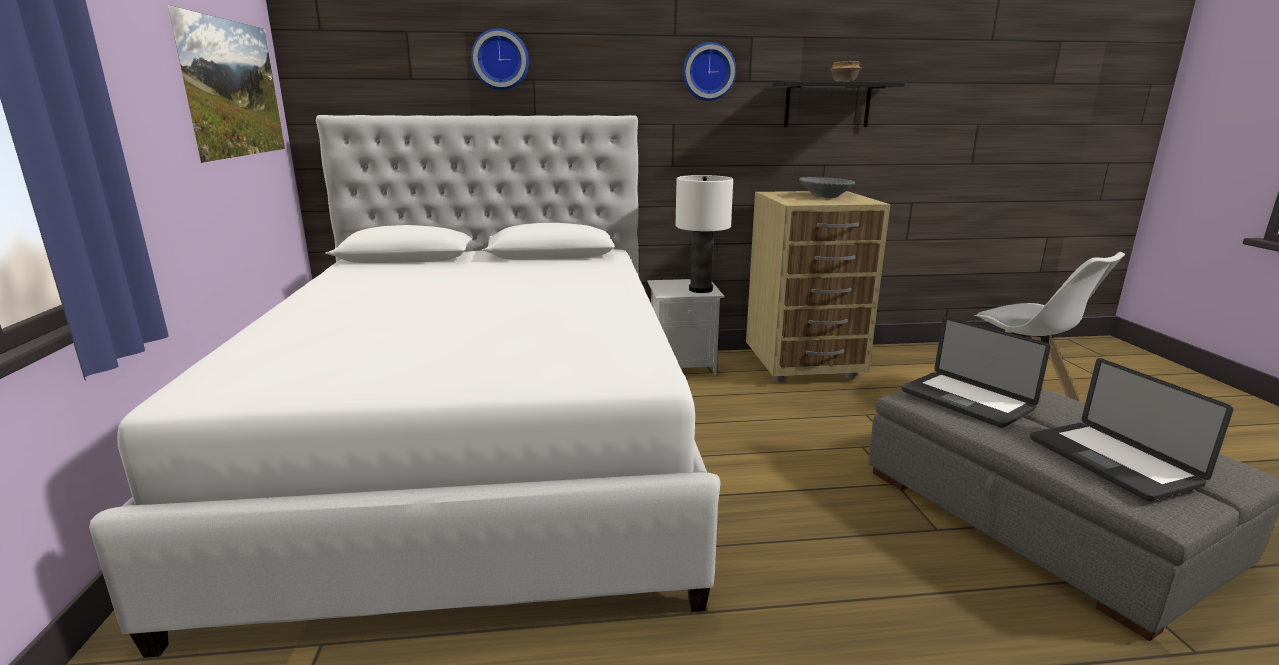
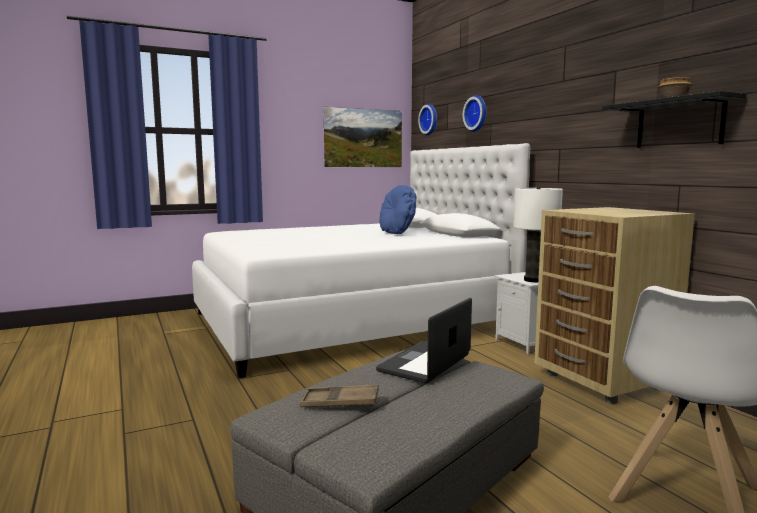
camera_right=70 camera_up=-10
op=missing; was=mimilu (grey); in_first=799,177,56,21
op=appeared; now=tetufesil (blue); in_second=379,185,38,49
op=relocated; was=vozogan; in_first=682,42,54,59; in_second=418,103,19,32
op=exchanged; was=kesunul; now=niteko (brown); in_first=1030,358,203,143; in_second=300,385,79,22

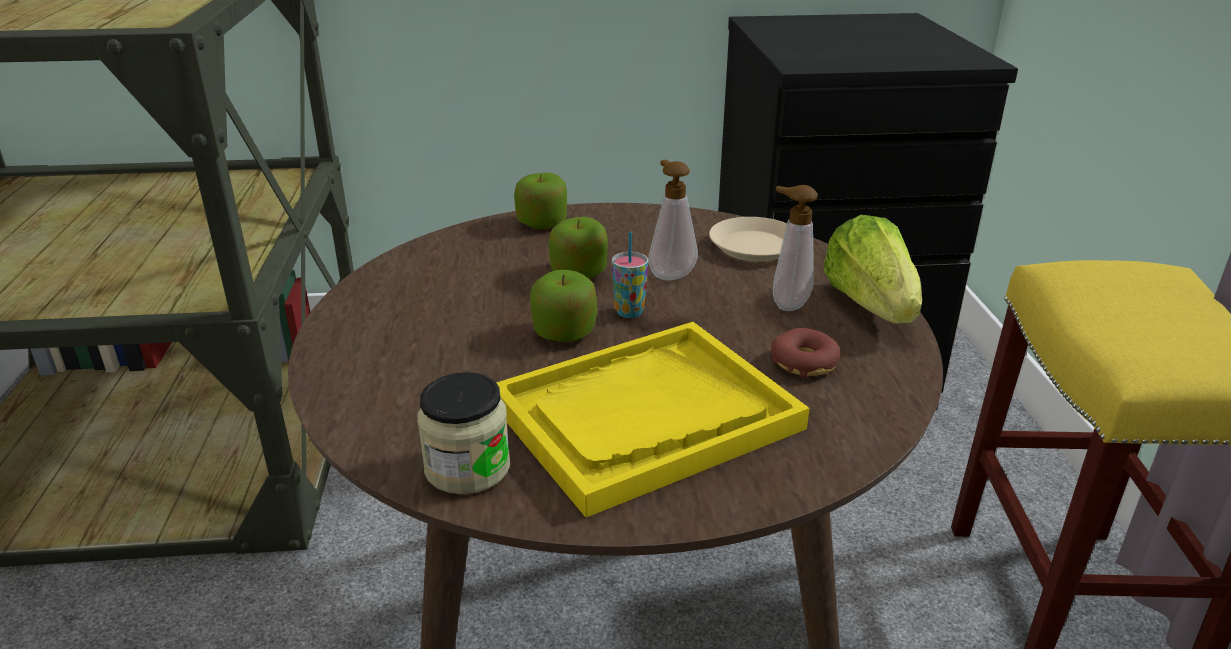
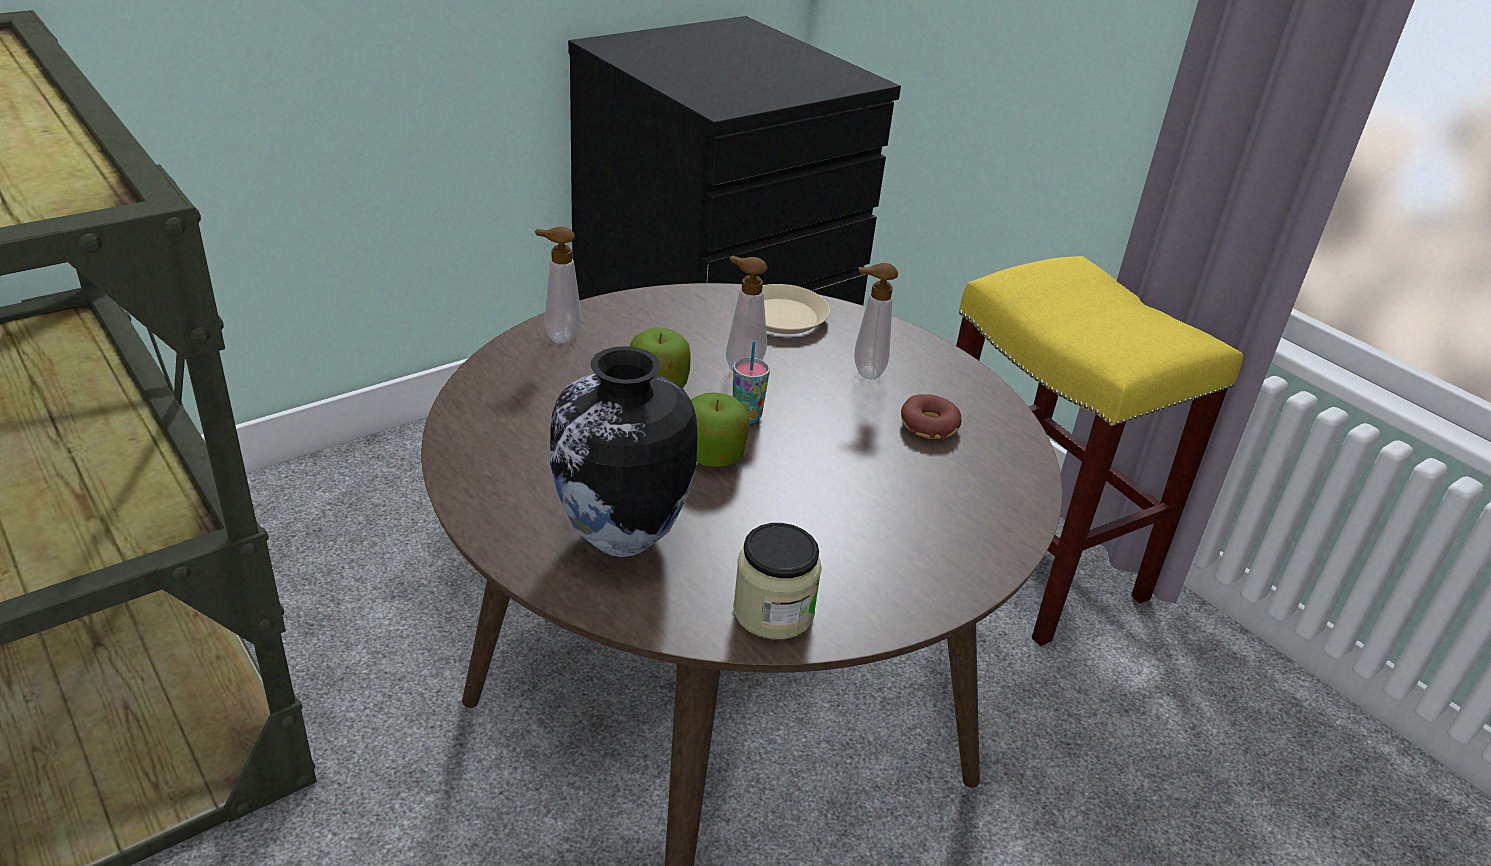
camera_right=-35 camera_up=5
op=missing; was=niteko (yellow); in_first=496,322,314,196
op=missing; was=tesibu; in_first=823,215,99,109
op=appeared; now=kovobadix; in_second=550,346,147,211
op=exchanged; was=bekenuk; now=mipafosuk; in_first=514,173,53,56; in_second=535,227,46,116

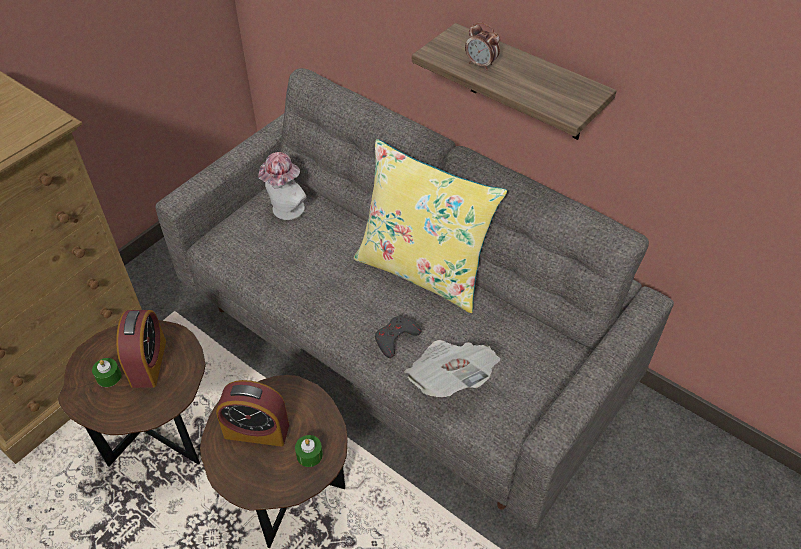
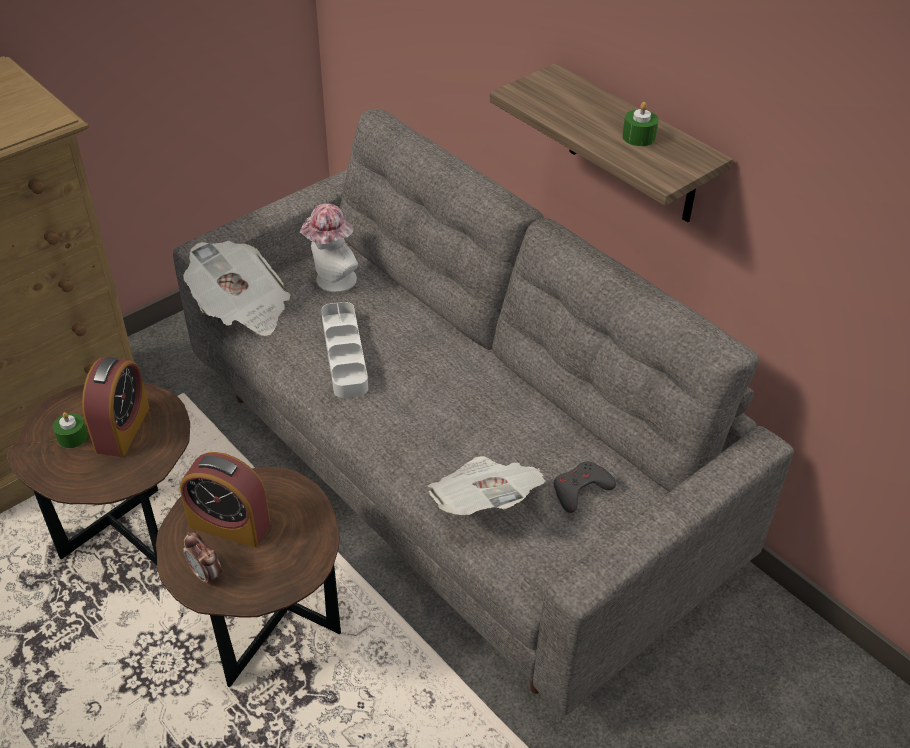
camera_right=10 camera_up=-5
op=missing; was=tetufesil (yellow); in_first=354,139,153,174
op=appeared; now=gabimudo; in_second=183,241,108,95
op=appeared; now=niteko (grey); in_second=321,302,47,96
op=relocated; was=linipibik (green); in_first=295,435,28,32; in_second=622,102,37,44
op=relocated; was=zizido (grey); in_first=375,316,46,42; in_second=554,461,62,52
op=relocated; was=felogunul; in_first=465,22,35,48; in_second=183,532,39,54

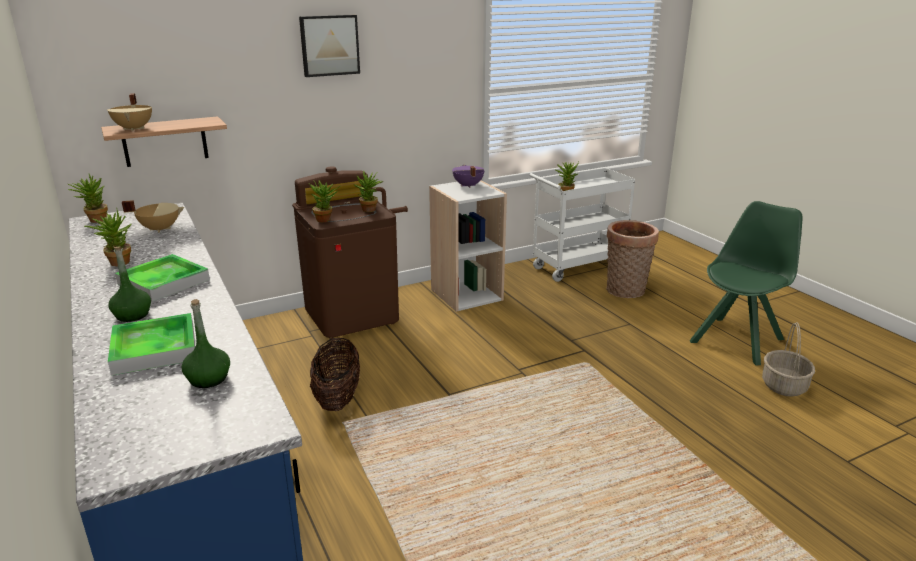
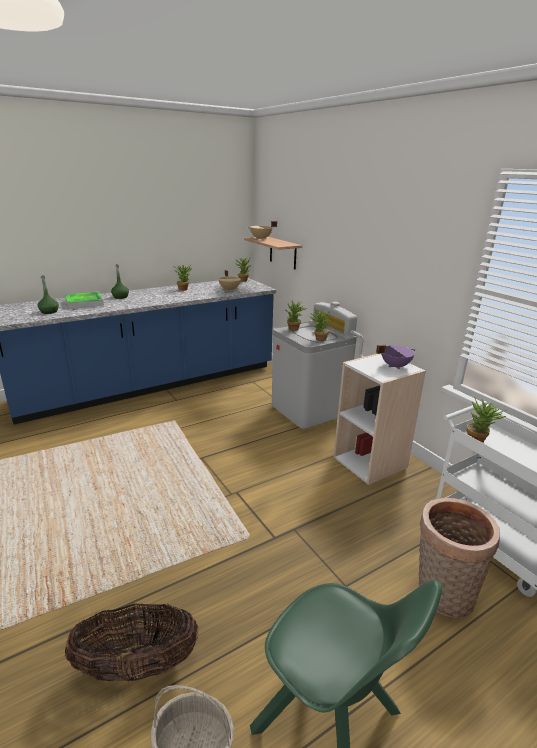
camera_right=85 camera_up=0
op=missing; was=niteko; in_first=115,254,95,48
op=missing; was=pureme; in_first=299,15,61,62
op=relocated; was=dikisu; in_first=310,338,50,73; in_second=65,604,134,77
op=colour; was=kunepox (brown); now=kunepox (grey); in_first=292,166,116,173; in_second=272,302,93,127

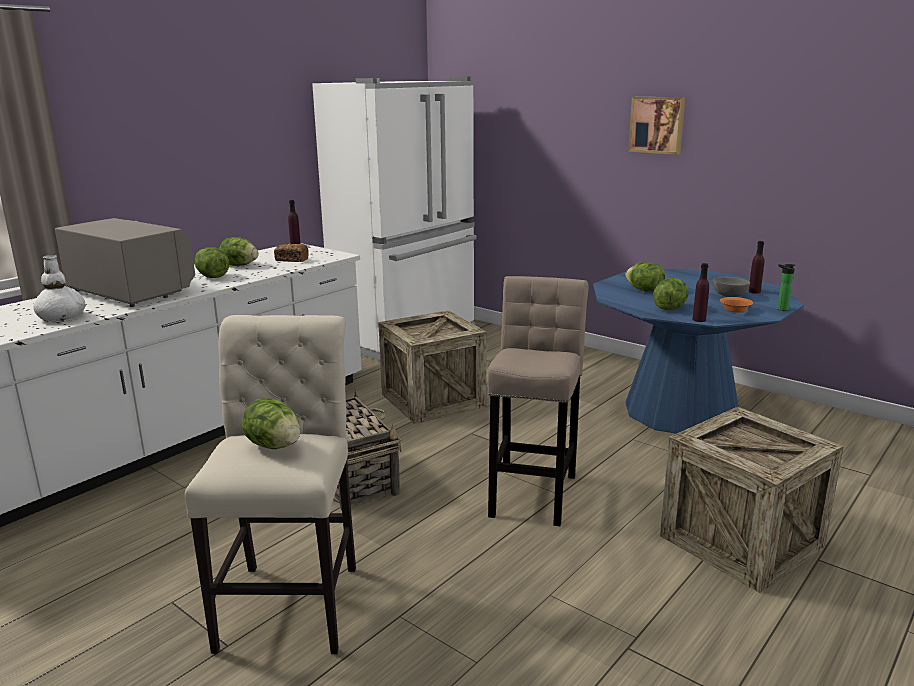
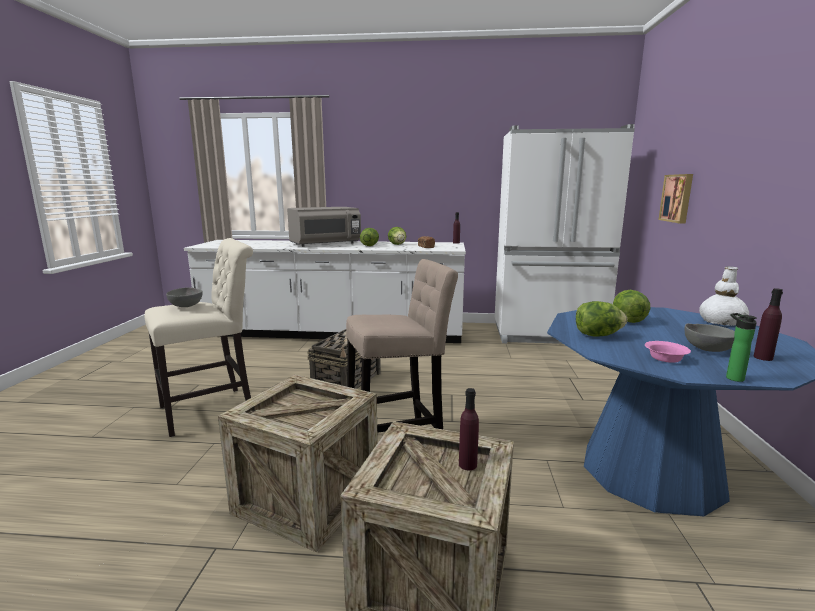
camera_right=55 camera_up=-5
op=relocated; was=kovobadix (white); in_first=33,255,53,67; in_second=699,266,50,60
op=relocated; was=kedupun; in_first=378,310,109,114; in_second=218,374,160,179
op=relocated; was=pureme; in_first=628,97,57,58; in_second=658,174,35,50
op=relocated; was=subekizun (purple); in_first=692,263,17,59; in_second=459,388,20,82
op=exchanged; was=tesibu; now=mimilu (grey); in_first=242,398,58,51; in_second=166,287,37,20
op=colour; was=mimilu (orange); now=mimilu (pink); in_first=720,297,33,16; in_second=645,341,46,22
op=spun; was=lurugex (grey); in_first=55,218,140,89; in_second=287,207,74,40; clockwise=60

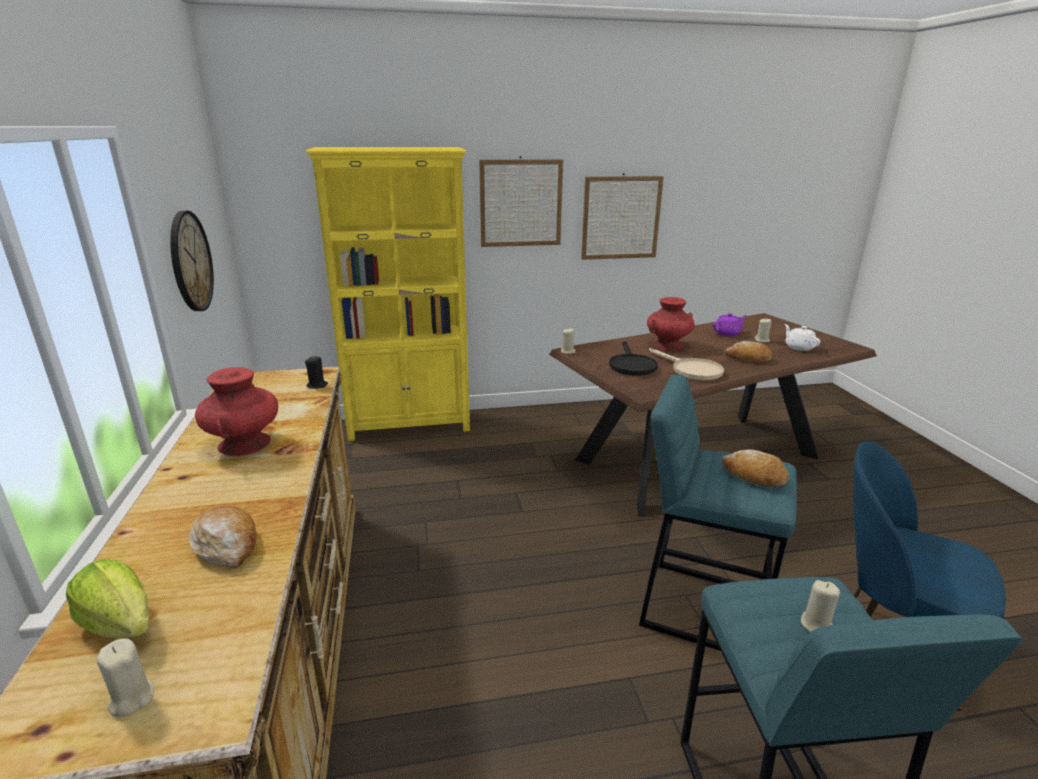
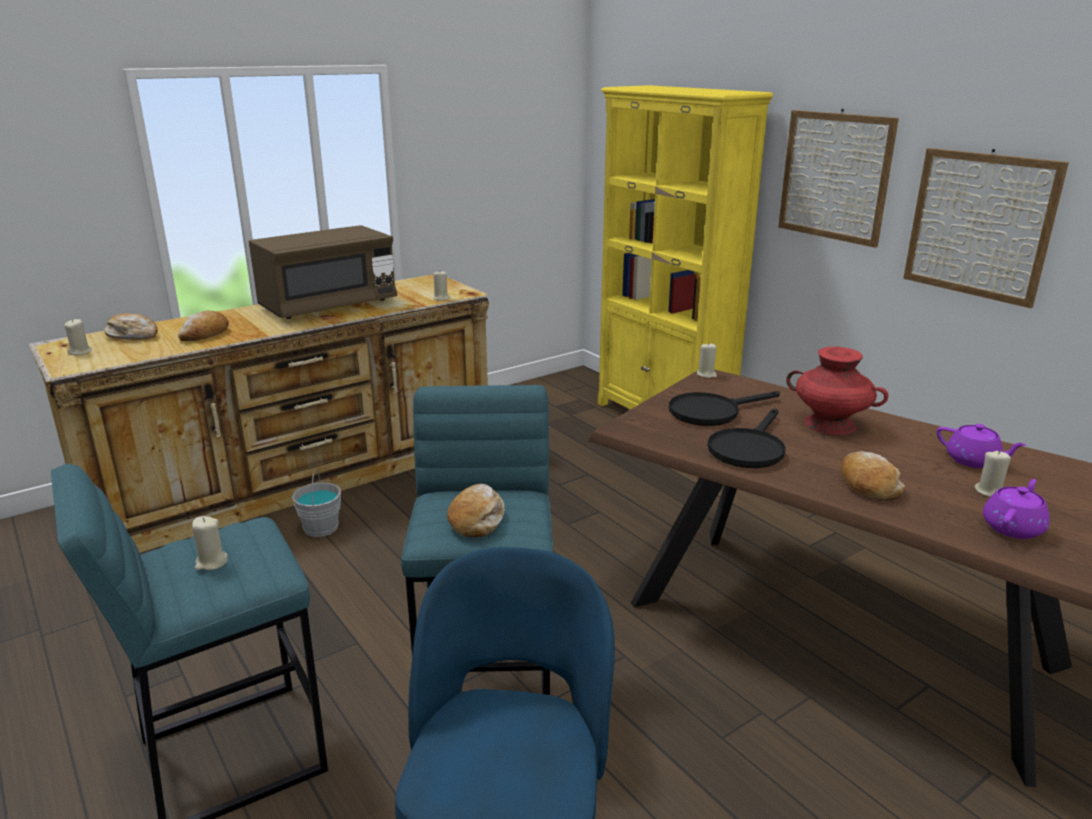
camera_right=65 camera_up=0
op=missing; was=vozogan; in_first=170,211,44,100
op=appeared; now=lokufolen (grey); in_second=292,469,49,68
op=exchanged; was=tesibu; now=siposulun; in_first=66,559,83,79; in_second=104,313,54,27
op=exchanged; was=kovobadix (red); now=lurugex (brown); in_first=195,367,83,89; in_second=249,225,148,94
op=colour; was=linipibik (black); now=linipibik (beige); in_first=305,356,23,33; in_second=433,272,17,29
op=colour; was=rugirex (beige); now=rugirex (black); in_first=649,348,75,32; in_second=707,408,79,60
op=colour; was=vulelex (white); now=vulelex (purple); in_first=784,324,36,27; in_second=983,479,67,60

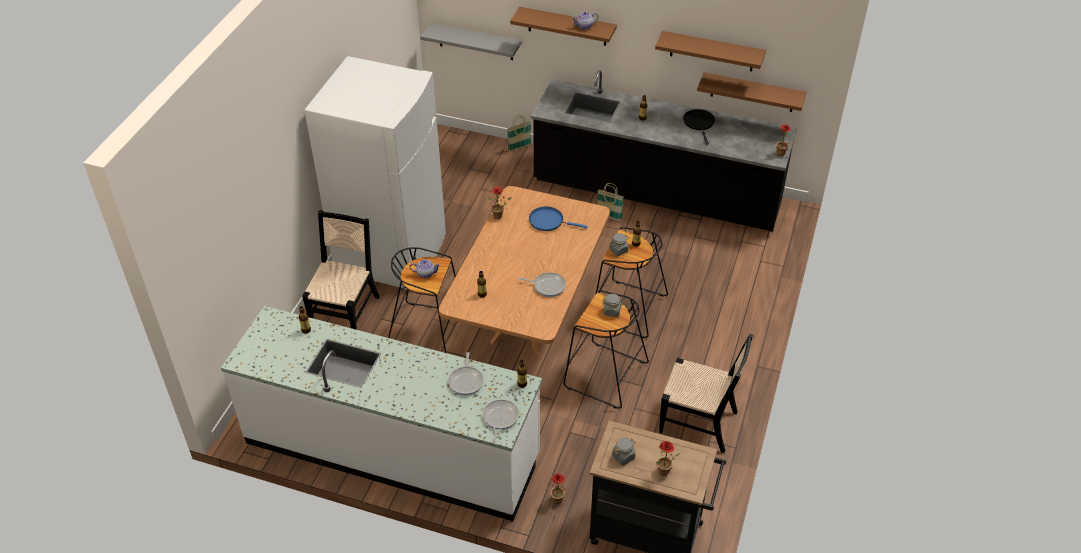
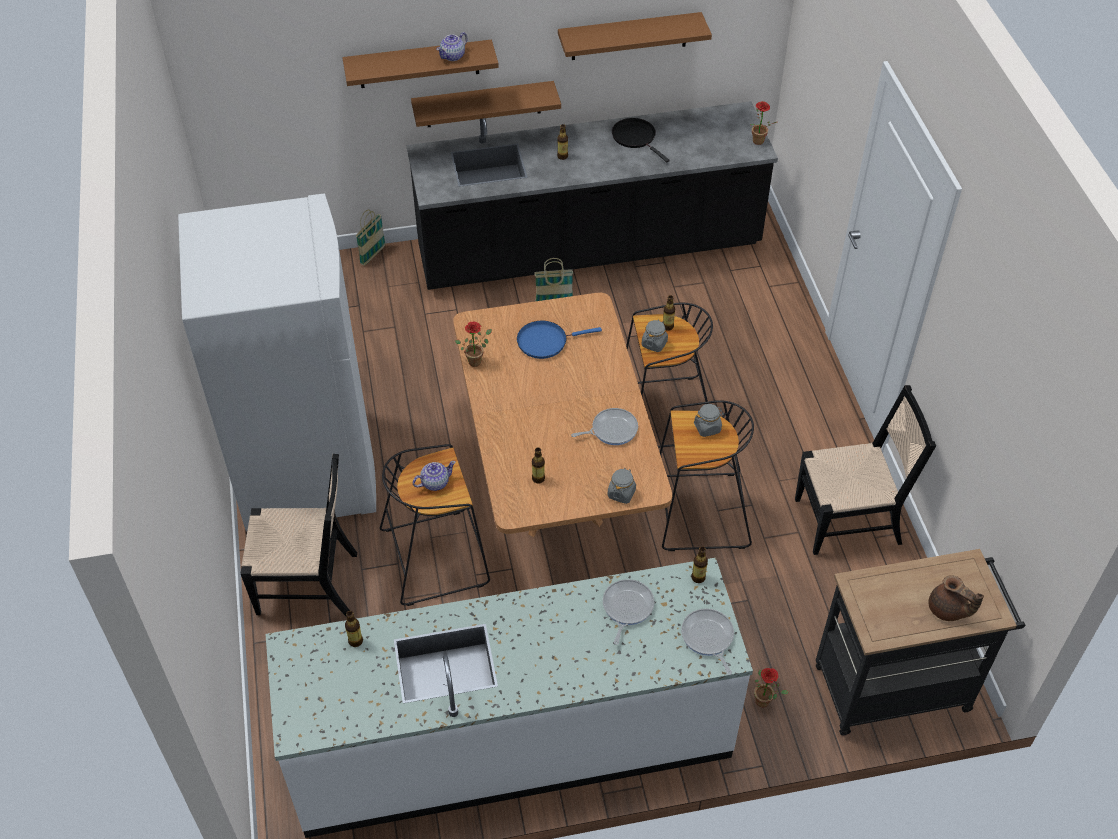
camera_right=-30 camera_up=5
op=missing; was=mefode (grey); in_first=420,23,102,37
op=relocated; was=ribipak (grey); in_first=612,438,24,27; in_second=608,468,28,36
op=relocated; was=mefode (brown); in_first=697,72,109,40; in_second=411,81,150,46
op=exchanged; was=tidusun; now=vulelex (brown); in_first=656,441,25,35; in_second=928,575,56,46
op=spun; was=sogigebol; in_first=302,210,78,120; in_second=240,454,117,163; clockwise=105
op=spun; was=rugirex; in_first=448,352,36,44; in_second=603,579,51,66; clockwise=-135

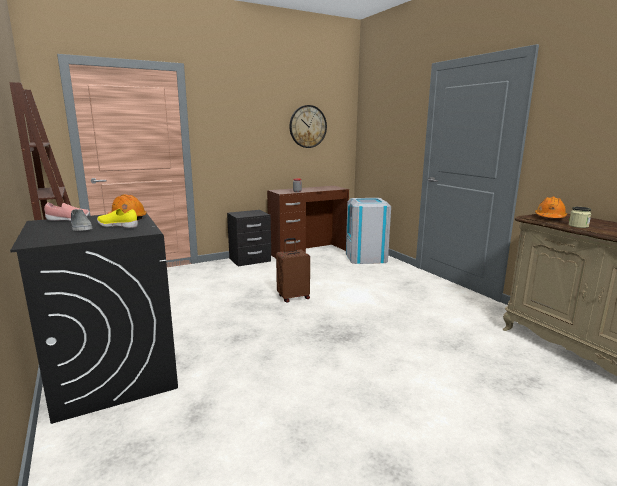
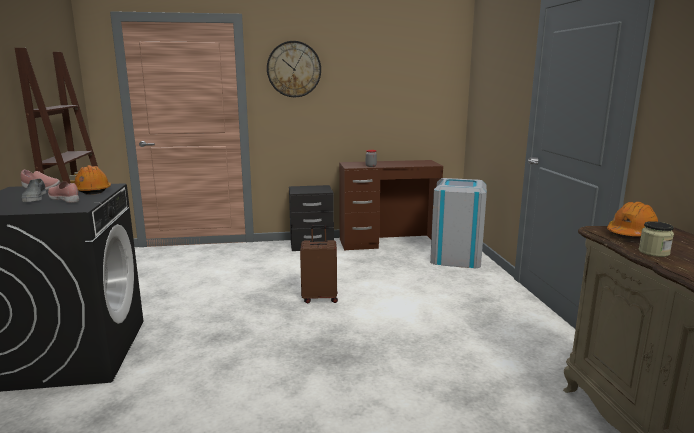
camera_right=20 camera_up=0
op=relocated; was=vozogan; in_first=289,105,38,43; in_second=267,41,54,56
op=colour; was=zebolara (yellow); now=zebolara (pink); in_first=97,209,41,19; in_second=48,181,31,22

